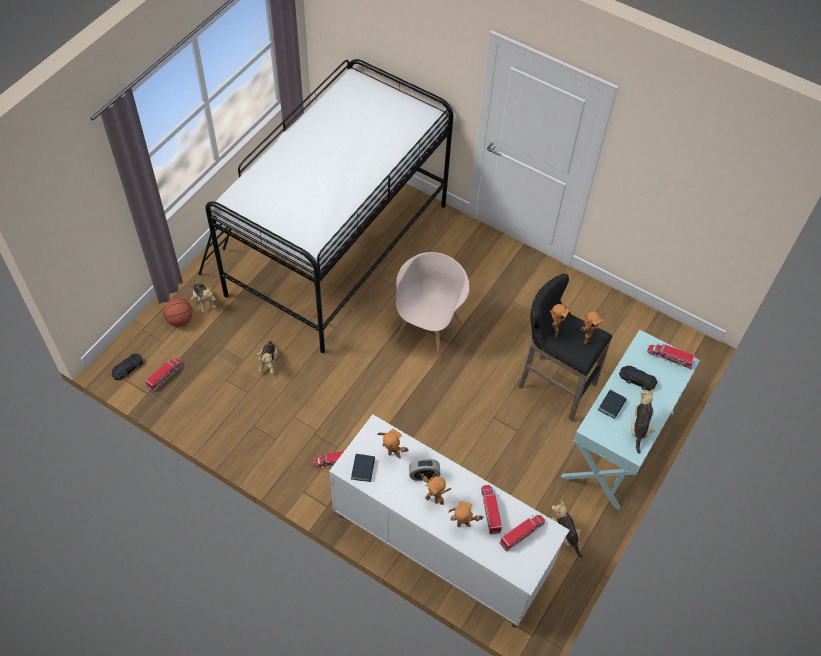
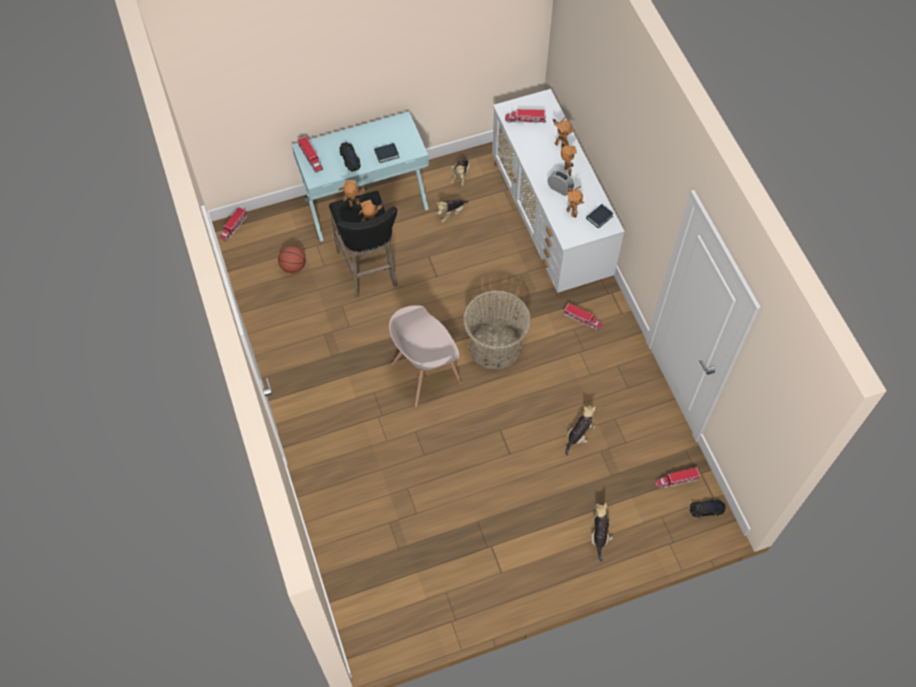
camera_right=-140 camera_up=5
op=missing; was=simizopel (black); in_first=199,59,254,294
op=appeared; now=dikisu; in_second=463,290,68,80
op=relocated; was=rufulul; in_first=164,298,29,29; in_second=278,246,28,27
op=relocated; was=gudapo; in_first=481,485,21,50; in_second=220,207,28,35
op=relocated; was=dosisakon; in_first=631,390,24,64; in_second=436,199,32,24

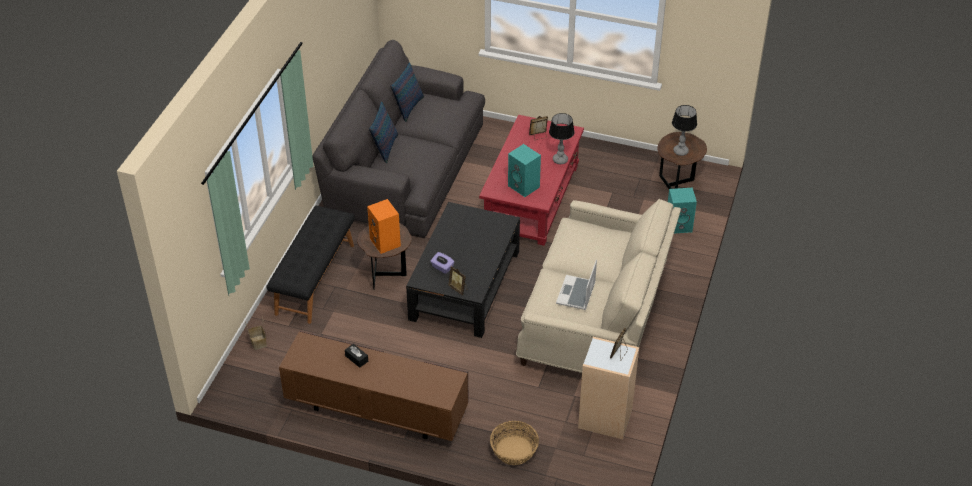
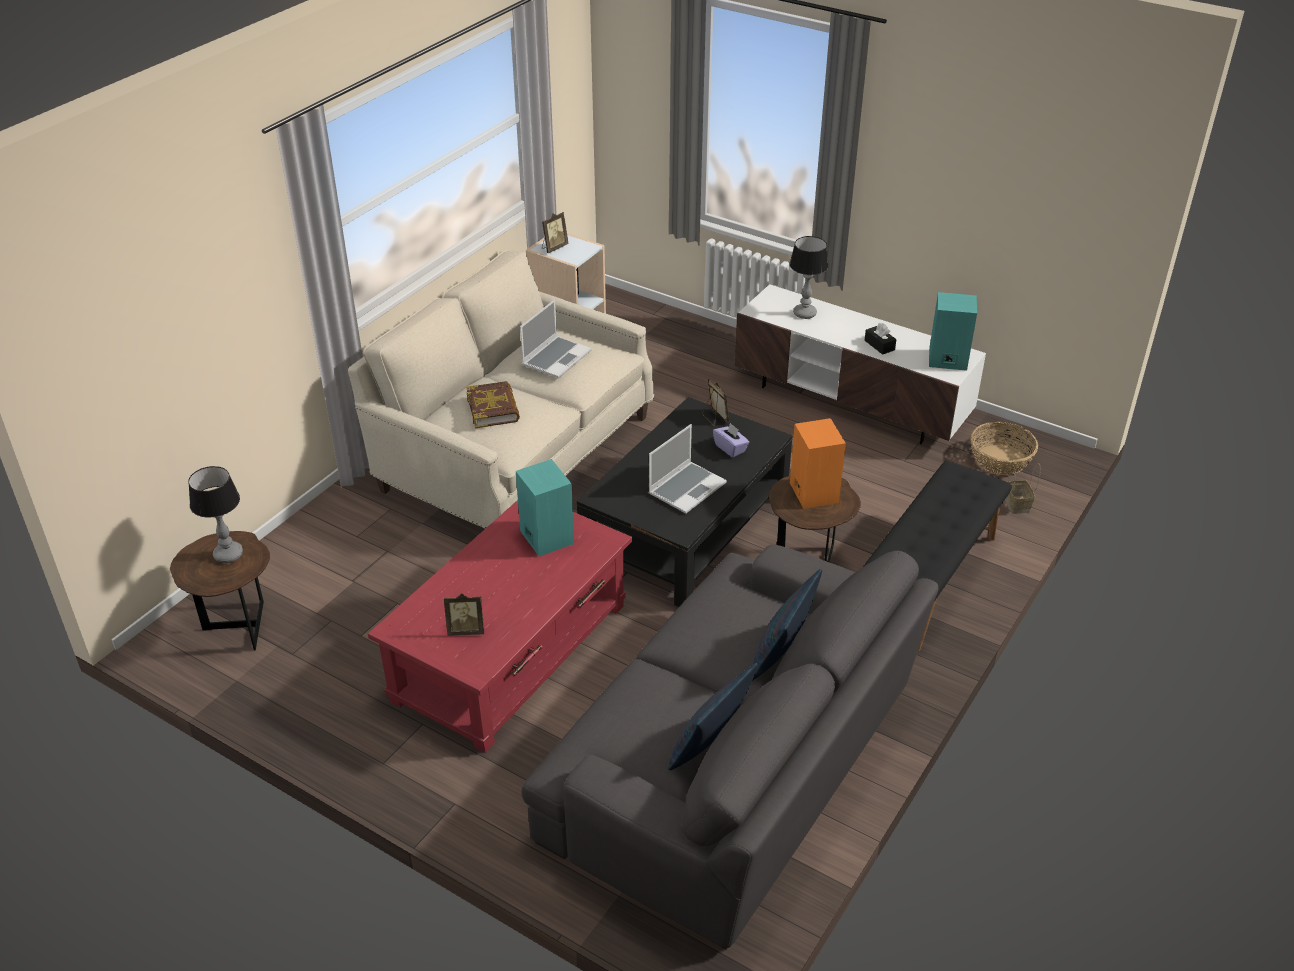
camera_right=-165 camera_up=-5
op=appeared; now=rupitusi; in_second=466,381,54,47
op=appeared; now=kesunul; in_second=648,424,79,89
op=relocated; was=dikisu; in_first=490,421,49,44; in_second=971,422,67,53
op=relocated; was=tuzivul; in_first=549,113,26,51; in_second=789,236,40,83
op=relocated; was=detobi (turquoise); in_first=668,188,29,45; in_second=929,292,48,79
op=colour; was=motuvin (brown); now=motuvin (white); in_first=279,330,190,111; in_second=734,284,252,160

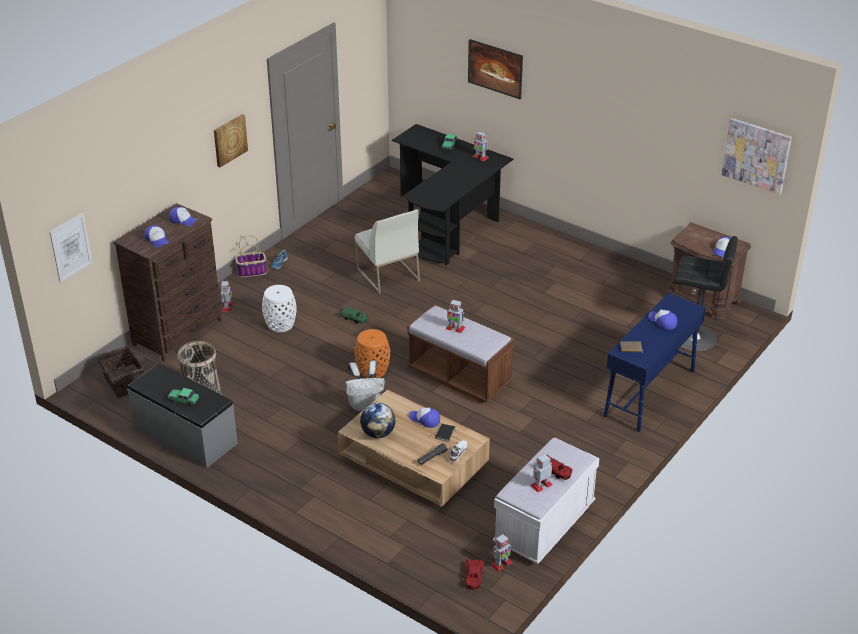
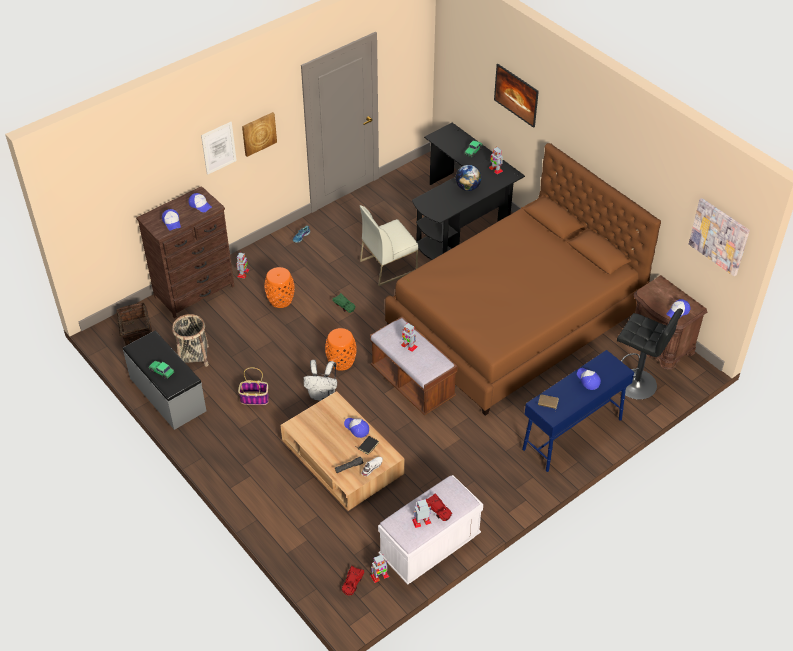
camera_right=15 camera_up=10
op=appeared; now=simizopel (brown); in_second=385,143,276,273
op=relocated; was=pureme; in_first=50,213,43,69; in_second=201,122,36,53
op=relocated; was=dikisu; in_first=235,235,32,42; in_second=238,367,31,38
op=relocated; was=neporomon; in_first=360,403,36,35; in_second=455,165,27,26
op=colour; was=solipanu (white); now=solipanu (orange); in_first=262,285,35,48; in_second=265,267,30,41
op=spun; was=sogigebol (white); in_first=355,209,65,85; in_second=360,205,59,81; clockwise=75

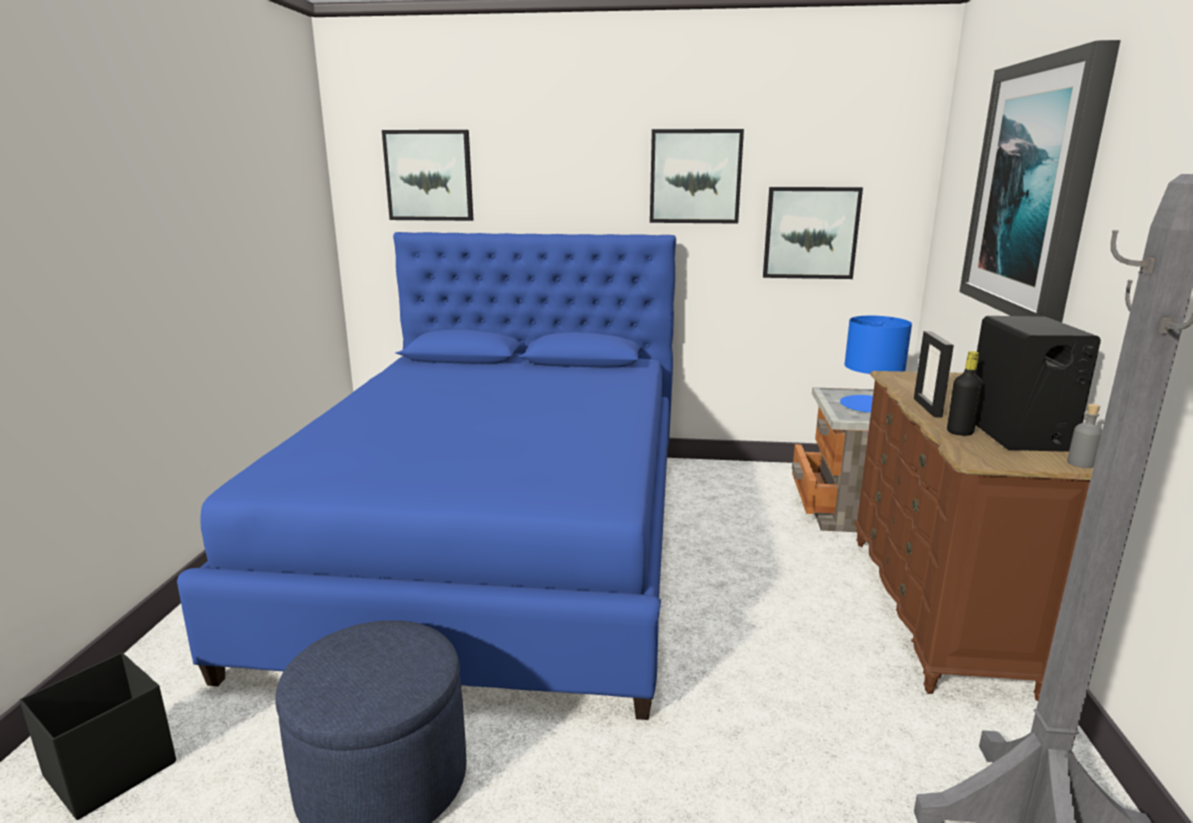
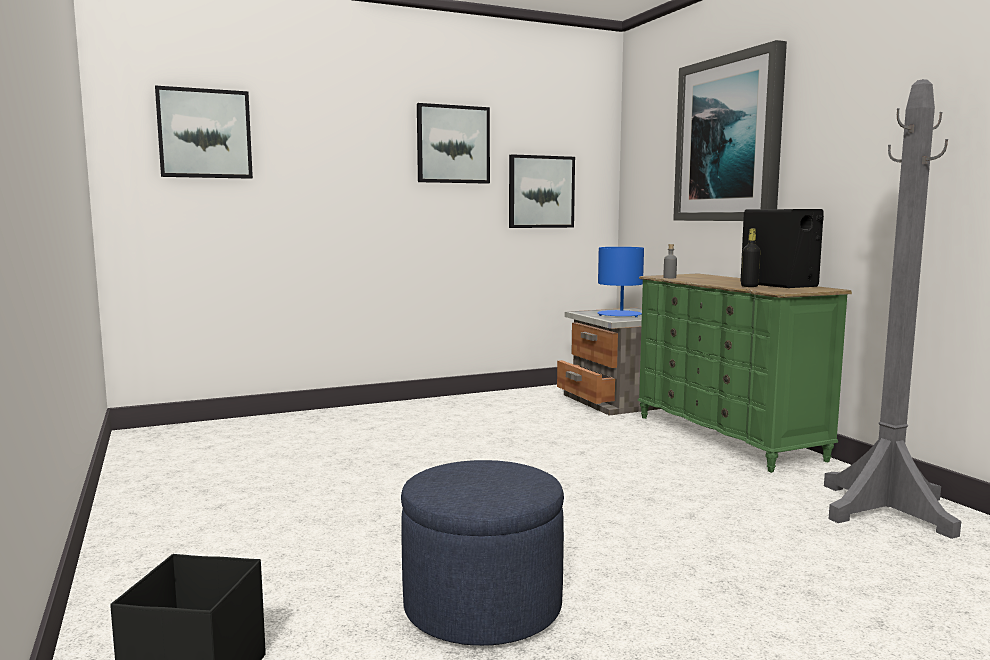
camera_right=-30 camera_up=-10
op=missing; was=simizopel (blue); in_first=177,232,499,488
op=missing; was=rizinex; in_first=914,331,40,87
op=relocated; was=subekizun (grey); in_first=1067,404,35,64; in_second=663,244,14,34
op=colour; was=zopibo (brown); now=zopibo (green); in_first=854,371,239,330; in_second=637,274,215,199

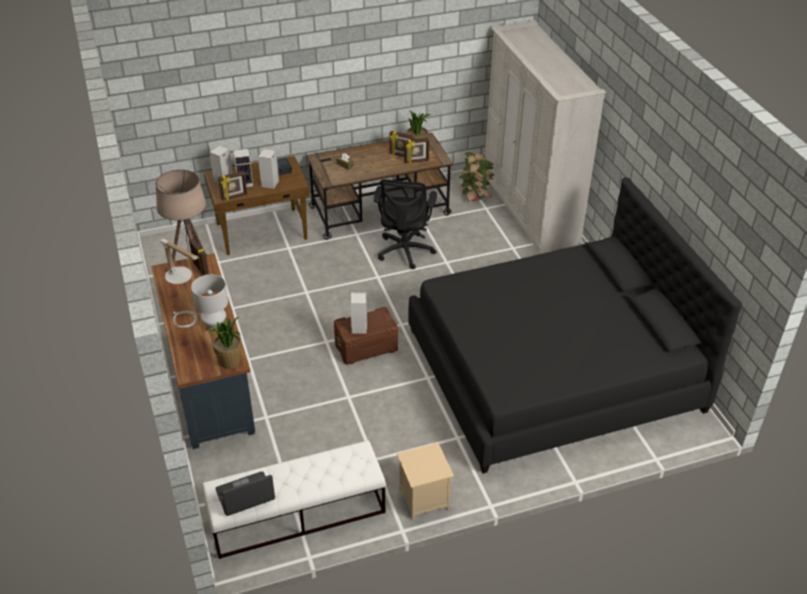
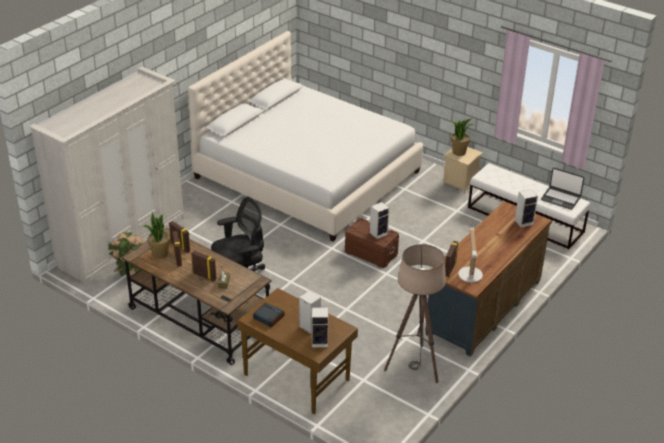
camera_right=-125 camera_up=-5
op=missing; was=tuzivul (white); in_first=173,274,55,54
op=relocated; was=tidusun; in_first=208,317,34,52; in_second=451,118,22,38
op=relocated; was=rizinex; in_first=218,171,29,30; in_second=191,251,25,31
op=relocated; was=detobi; in_first=258,149,21,40; in_second=515,189,23,38
op=colour; was=simizopel (black); now=simizopel (white); in_first=408,177,334,296; in_second=188,31,235,210

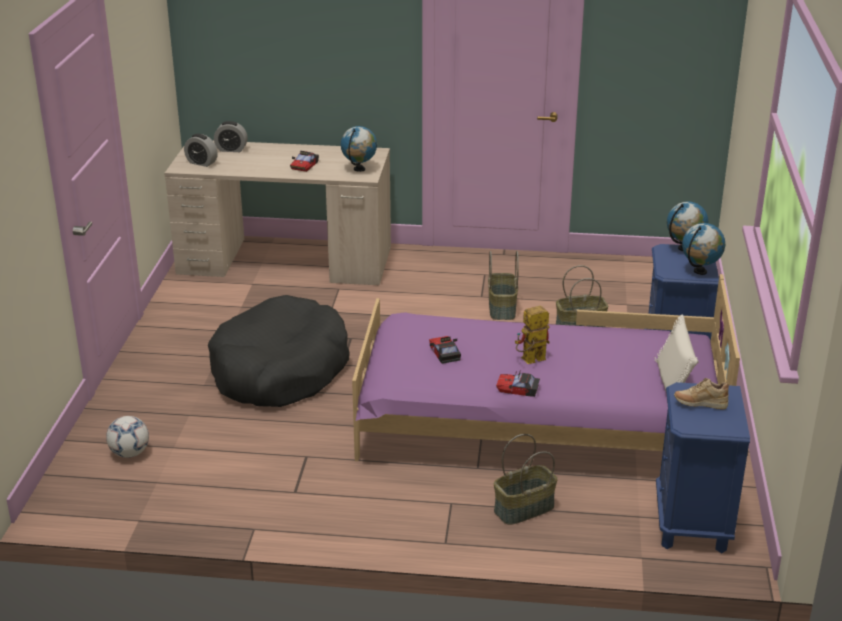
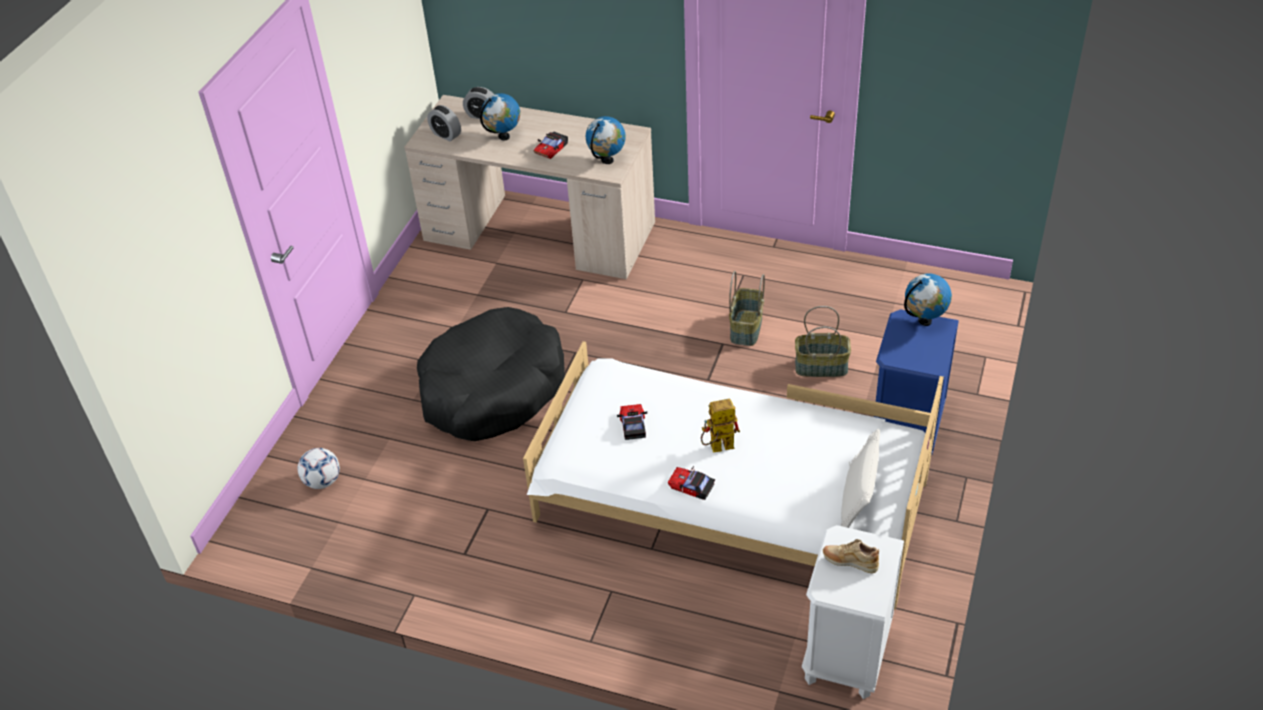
camera_right=15 camera_up=15
op=missing; was=dikisu; in_first=494,434,64,91
op=relocated; was=neporomon; in_first=682,223,43,52; in_second=480,93,40,48
op=colour; was=simizopel (purple); now=simizopel (white); in_first=352,274,388,187; in_second=523,341,421,269
op=colour; was=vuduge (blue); now=vuduge (white); in_first=656,382,94,171; in_second=802,525,102,174

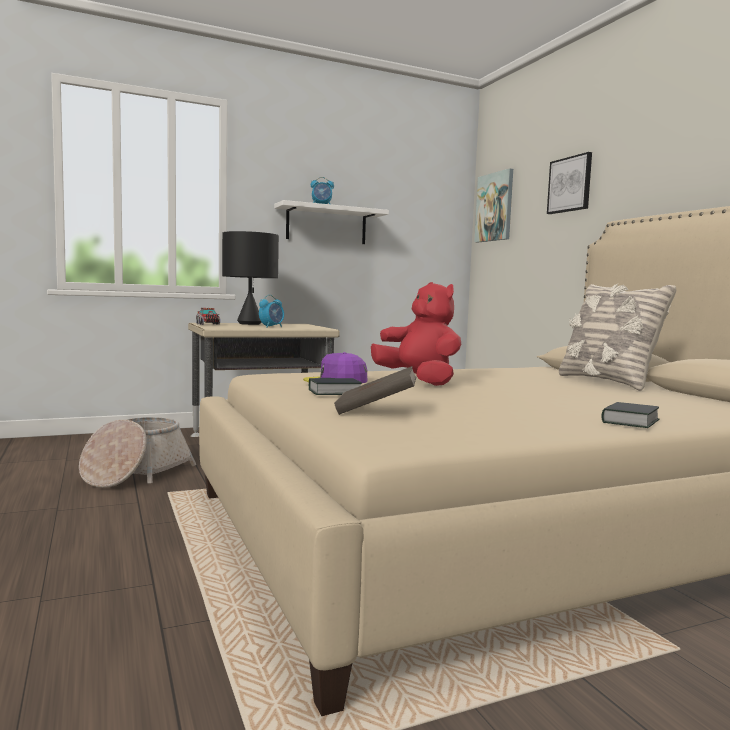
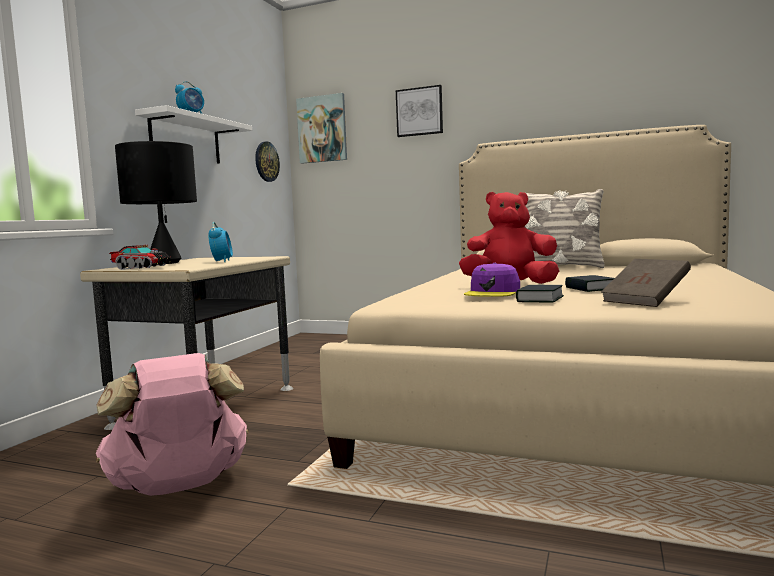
camera_right=-45 camera_up=0
op=appeared; now=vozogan; in_second=255,141,25,41
op=relocated; was=rupitusi; in_first=601,402,58,26; in_second=565,275,49,17
op=exchanged; was=dikisu; now=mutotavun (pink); in_first=79,417,117,71; in_second=96,353,153,143

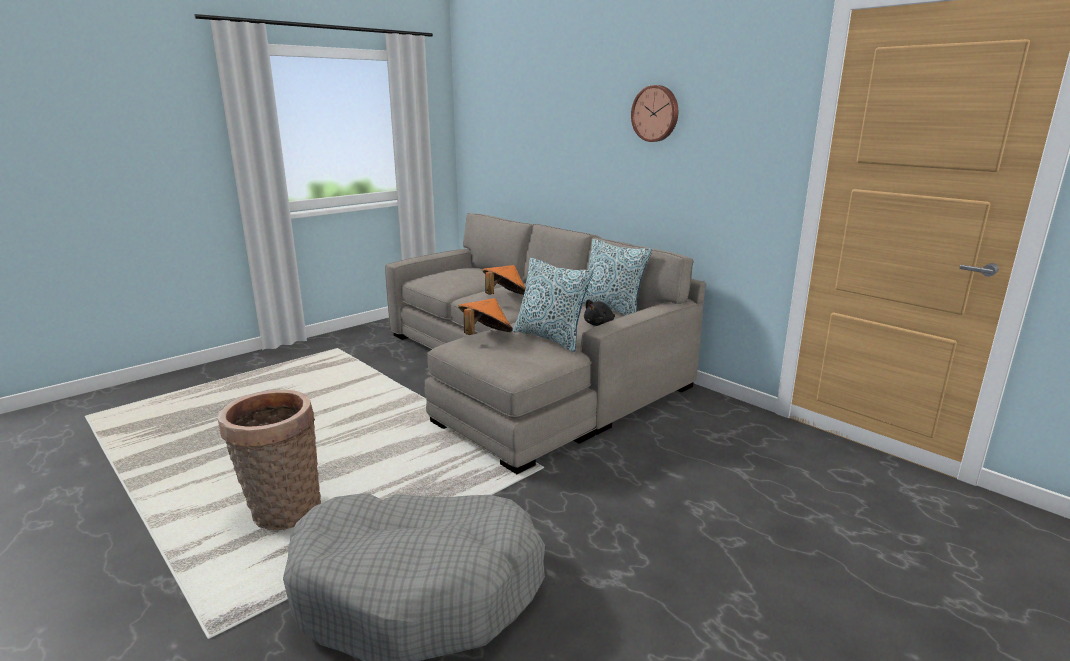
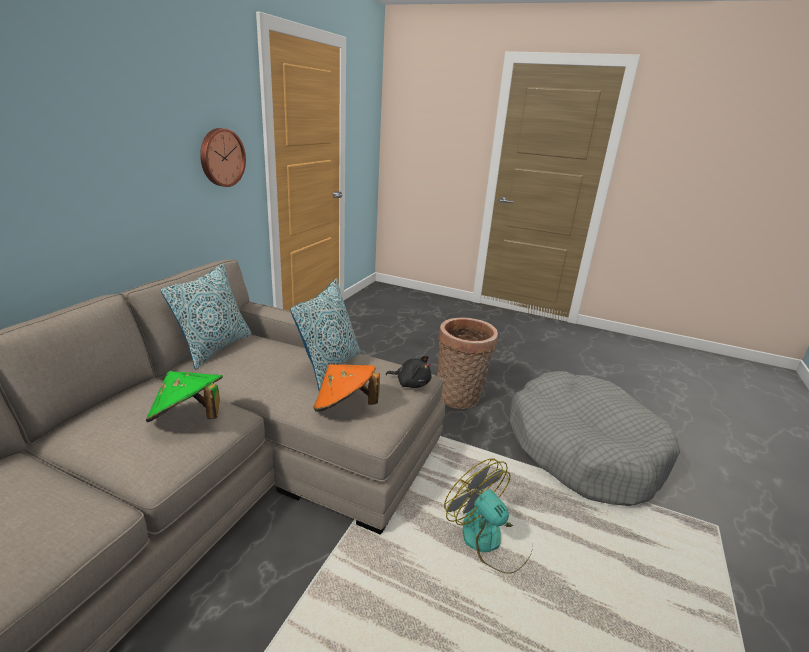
camera_right=-115 camera_up=5
op=appeared; now=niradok; in_second=444,458,89,116
op=relocated; was=dikisu; in_first=217,390,104,140; in_second=437,317,61,92
op=relocated; was=dosisakon (black); in_first=584,299,31,27; in_second=386,356,45,32
op=relocated; was=vozogan; in_first=631,85,47,57; in_second=200,128,46,59
op=colour; was=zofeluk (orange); now=zofeluk (green); in_first=483,265,42,30; in_second=146,371,77,51

